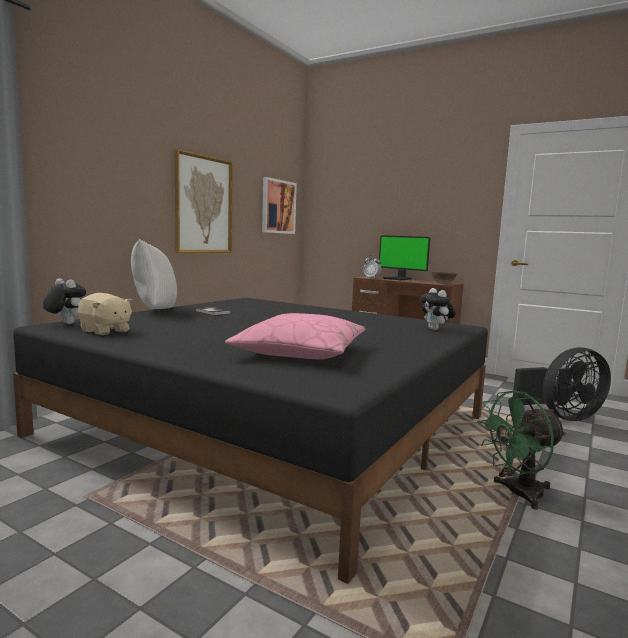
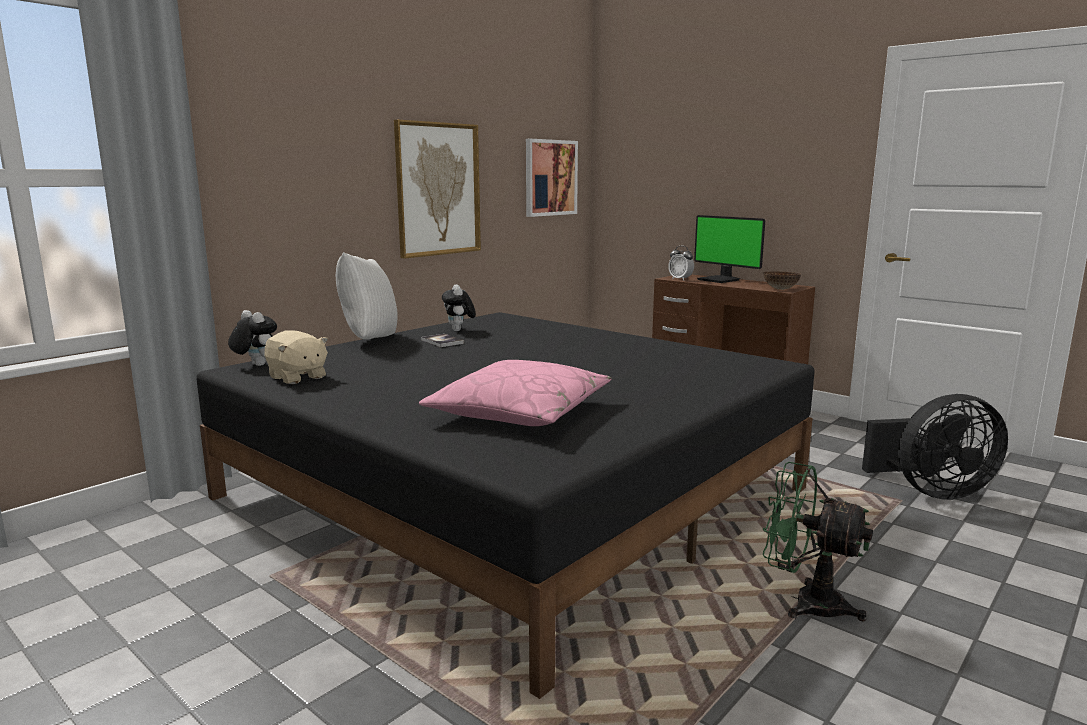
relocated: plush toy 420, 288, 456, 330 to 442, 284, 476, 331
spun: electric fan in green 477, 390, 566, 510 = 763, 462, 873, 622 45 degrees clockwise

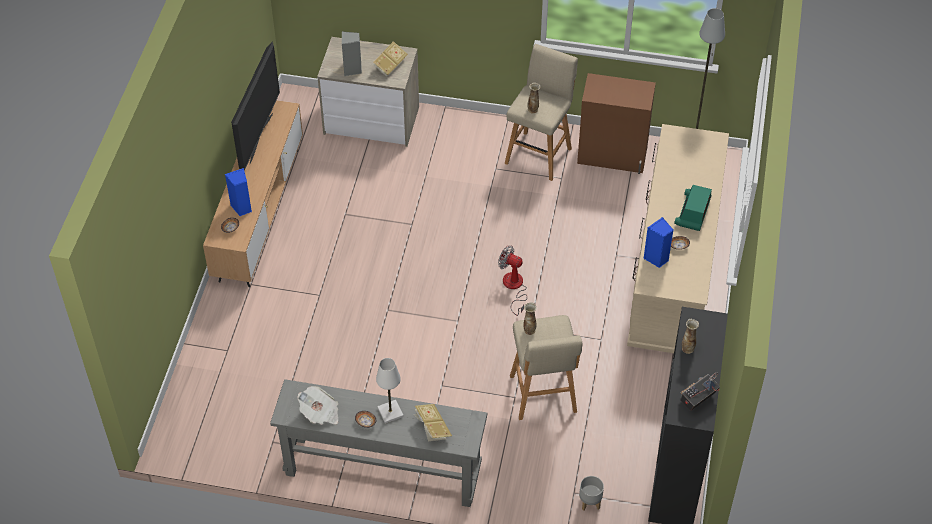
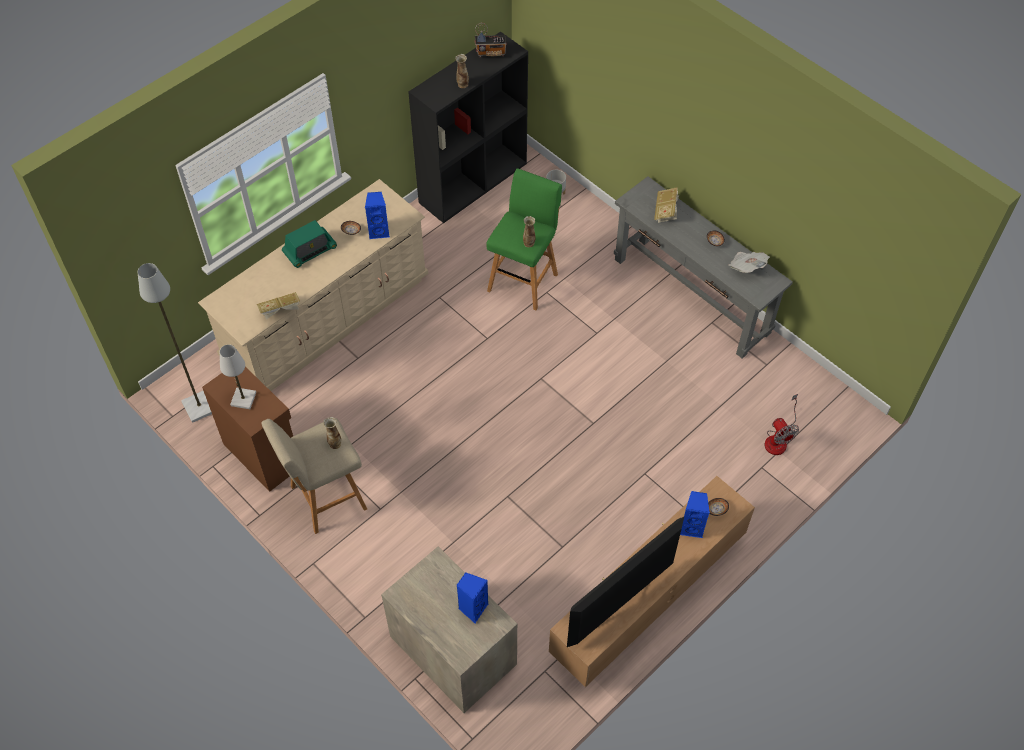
relocated: lamp for a table in white 376, 358, 404, 424 to 220, 344, 256, 409; book 373, 41, 408, 77 to 257, 292, 300, 319; electric fan 498, 245, 527, 316 to 765, 394, 799, 455
colour: audio speaker in grey 342, 31, 362, 76 to audio speaker in blue-coloured 457, 572, 488, 623; stool in beige 510, 315, 582, 420 to stool in green 486, 168, 562, 310

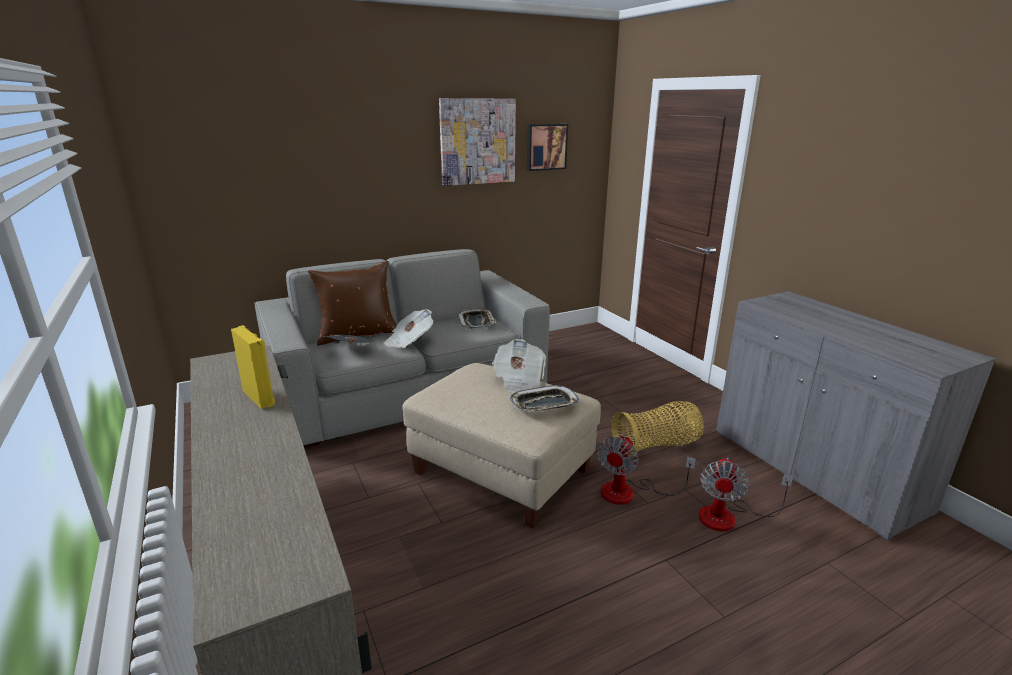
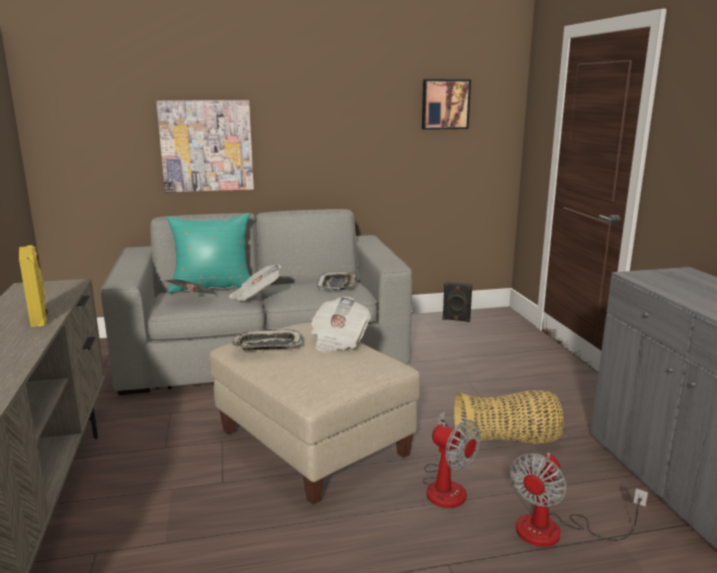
appeared: audio speaker in black 442, 282, 472, 322
relocated: wall art 439, 98, 516, 186 to 156, 100, 254, 192; serving tray 510, 385, 579, 412 to 231, 329, 303, 350
colour: cushion in brown 308, 261, 397, 346 to cushion in turquoise 167, 213, 250, 293
spun: electric fan 596, 435, 696, 505 = 422, 411, 481, 508 90 degrees counterclockwise

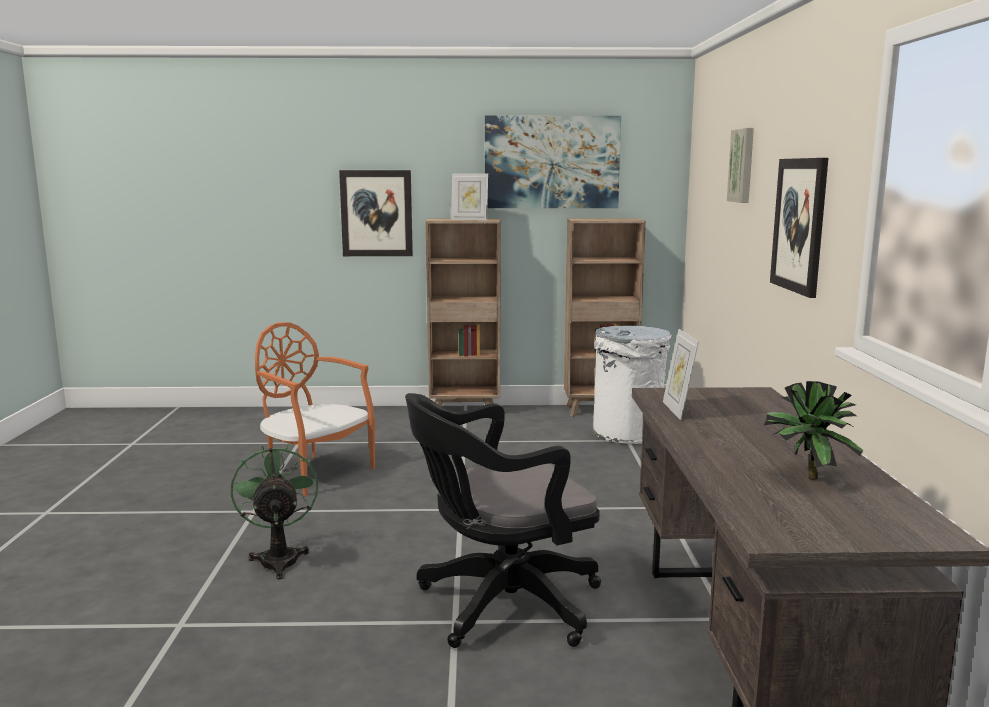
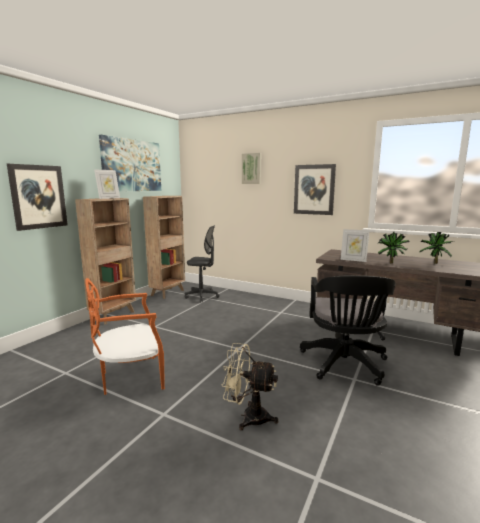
appeared: houseplant 378, 232, 409, 264
exchanged: rubbish bin in white 593, 326, 671, 444 to office chair in grey 185, 225, 220, 302
colour: electric fan in green 231, 445, 318, 580 to electric fan in beige 222, 343, 278, 430

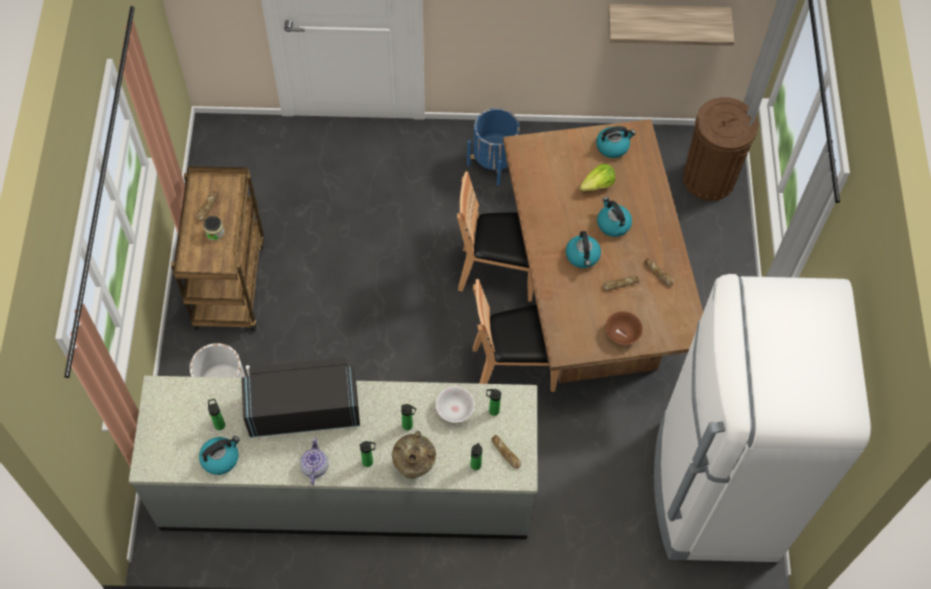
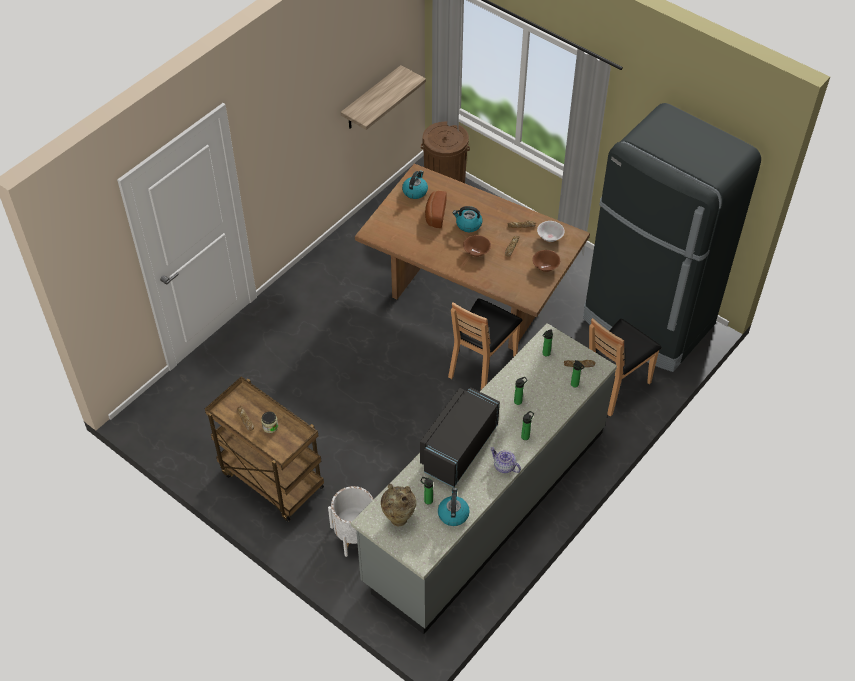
missing: plant pot in blue-coloured 467, 108, 520, 186
relocated: flower vase in beige 392, 431, 436, 479 to 381, 484, 416, 526; serving bowl in white 435, 386, 475, 423 to 537, 221, 565, 242; plain chair in brown 457, 171, 533, 302 to 589, 318, 662, 416
exchanged: lettuce head 579, 164, 615, 191 to baked bread 425, 191, 447, 228; water kettle 566, 231, 601, 268 to serving bowl in brown 463, 235, 491, 257
colour: kitchen fridge in white 654, 274, 871, 562 to kitchen fridge in black 583, 103, 761, 372

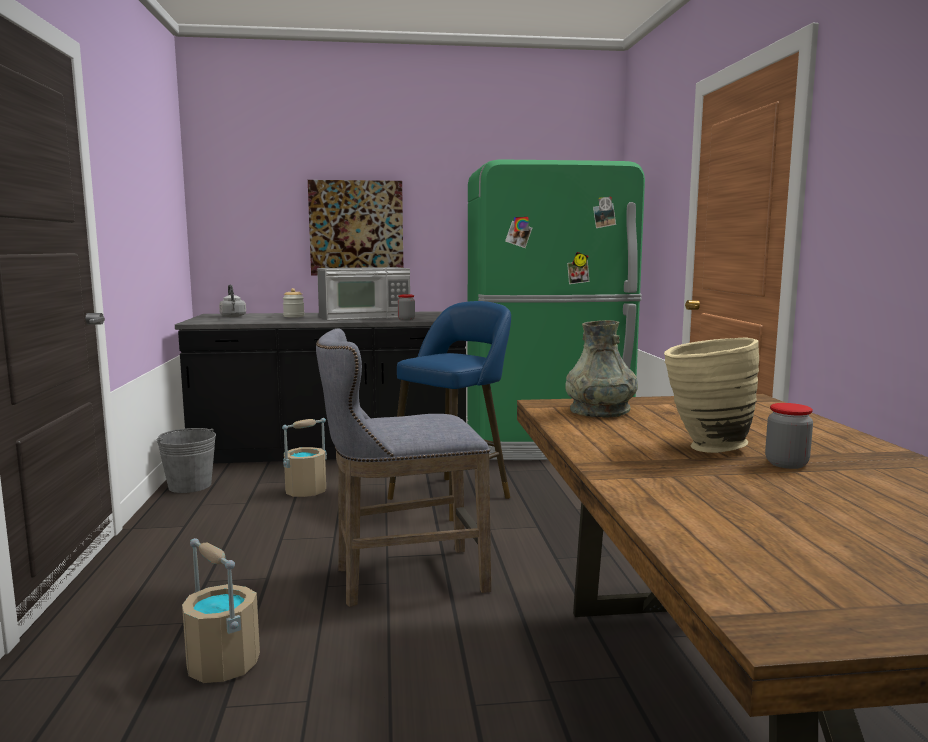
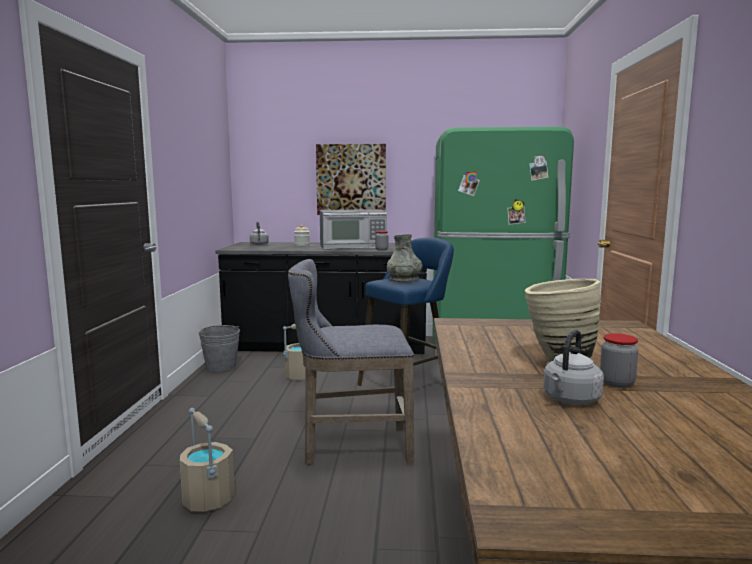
appeared: water kettle in grey 543, 330, 604, 405
relocated: flower vase in grey 565, 320, 638, 418 to 387, 234, 422, 282

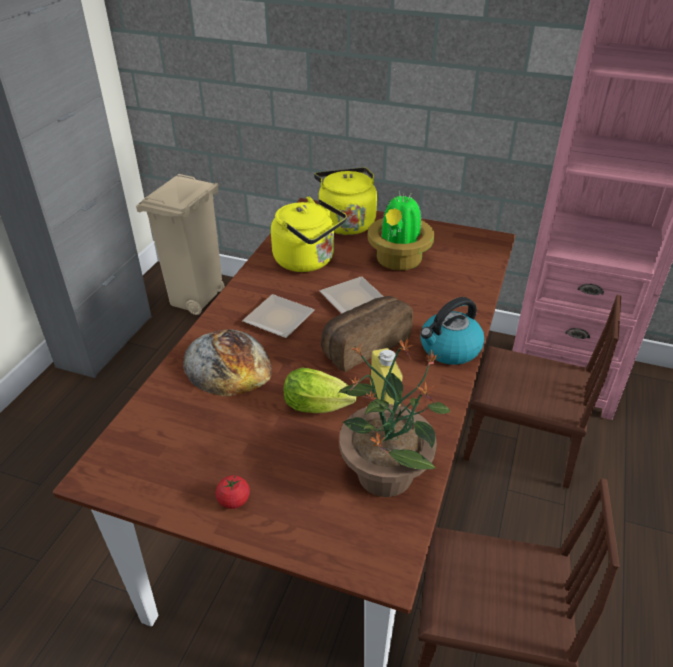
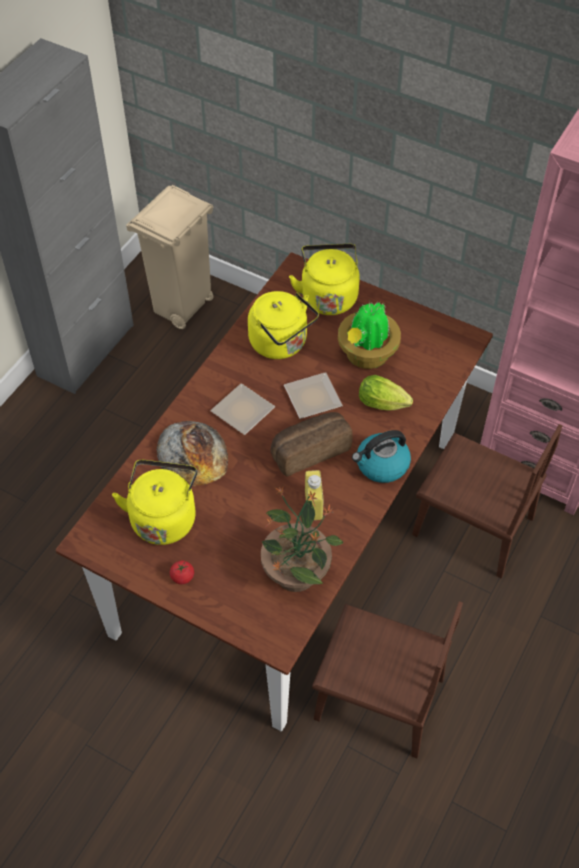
appeared: water kettle in yellowish 112, 460, 197, 545
relocated: lettuce head 283, 368, 357, 413 to 359, 375, 413, 411

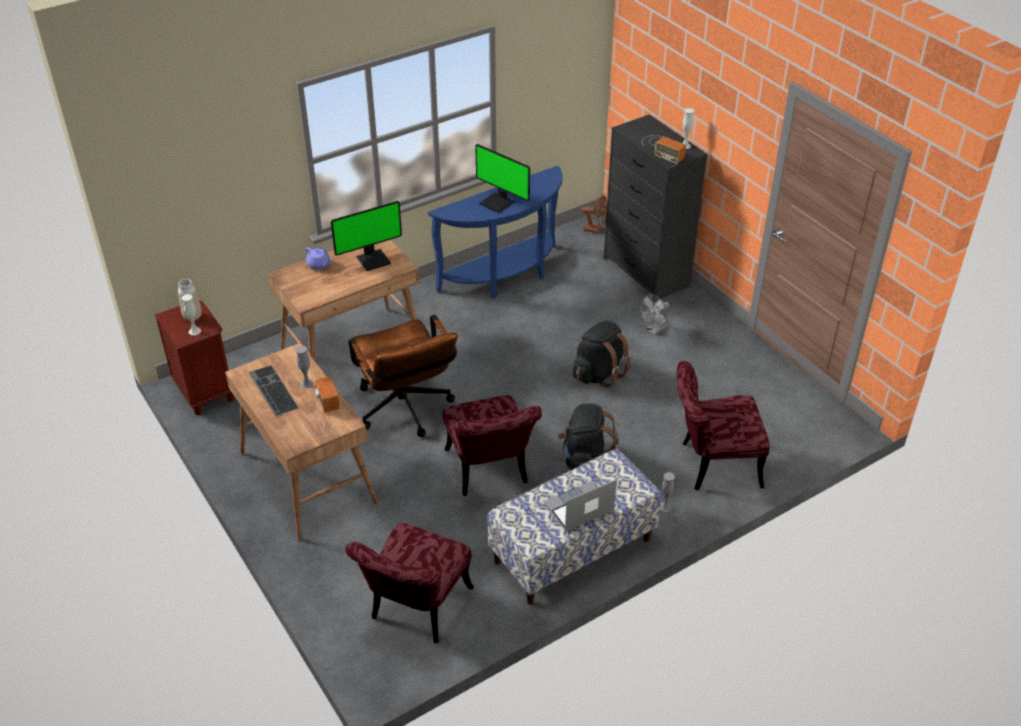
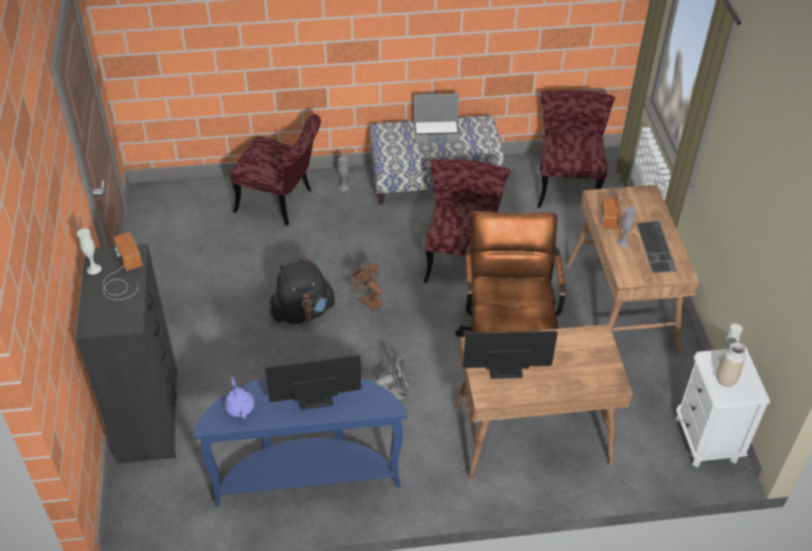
missing: backpack in black 558, 403, 618, 470
relocated: teapot in purplish 306, 247, 330, 269 to 224, 377, 255, 419; electric fan in brown 582, 195, 607, 234 to 350, 263, 383, 311; electric fan in grey 640, 294, 670, 336 to 376, 355, 413, 400
colour: night table in brown 155, 301, 234, 415 to night table in white 676, 347, 770, 468
spun: monitor 475, 144, 530, 213 = 265, 355, 361, 410 75 degrees counterclockwise; plain chair in reddish 345, 523, 474, 643 = 537, 90, 615, 208 45 degrees counterclockwise

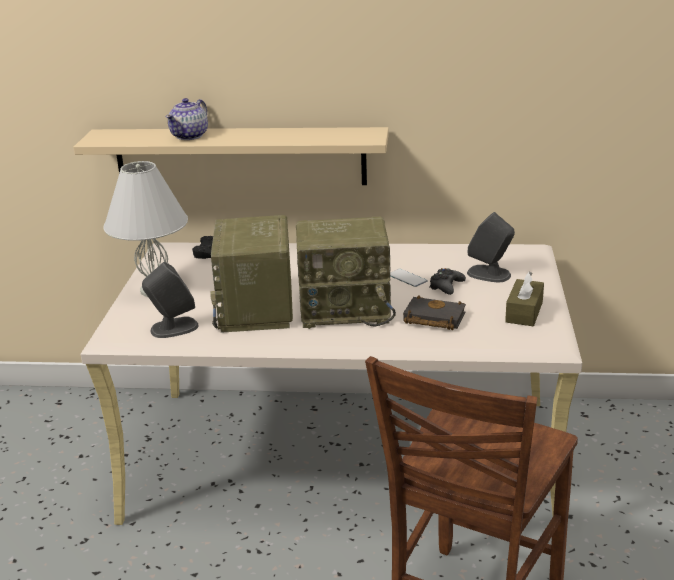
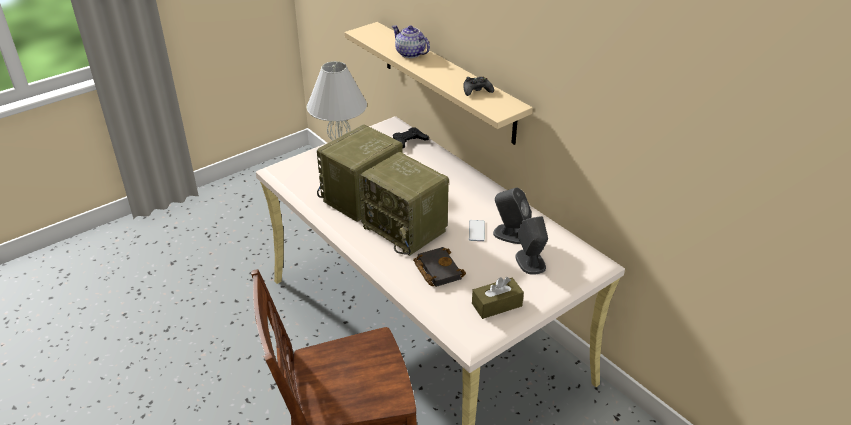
relocated: gamepad in black 430, 268, 466, 295 to 463, 77, 494, 96; audio speaker in grey 142, 262, 199, 338 to 493, 187, 532, 244
spun: teapot 166, 98, 208, 140 = 392, 25, 430, 58 60 degrees clockwise

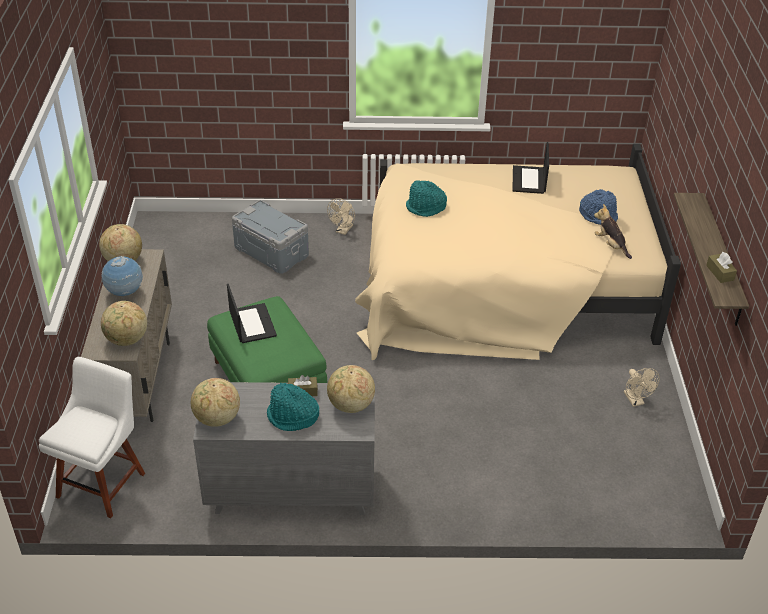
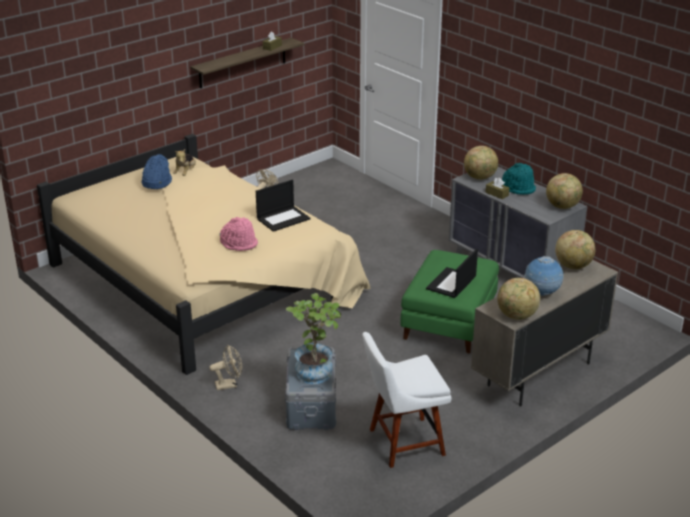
appeared: houseplant 286, 293, 341, 384
relocated: portable computer 512, 142, 549, 194 to 256, 180, 310, 232; plain chair in white 39, 357, 145, 518 to 362, 332, 452, 468
colour: clothing hat in turquoise 406, 180, 447, 217 to clothing hat in pink-coloured 220, 217, 258, 251

